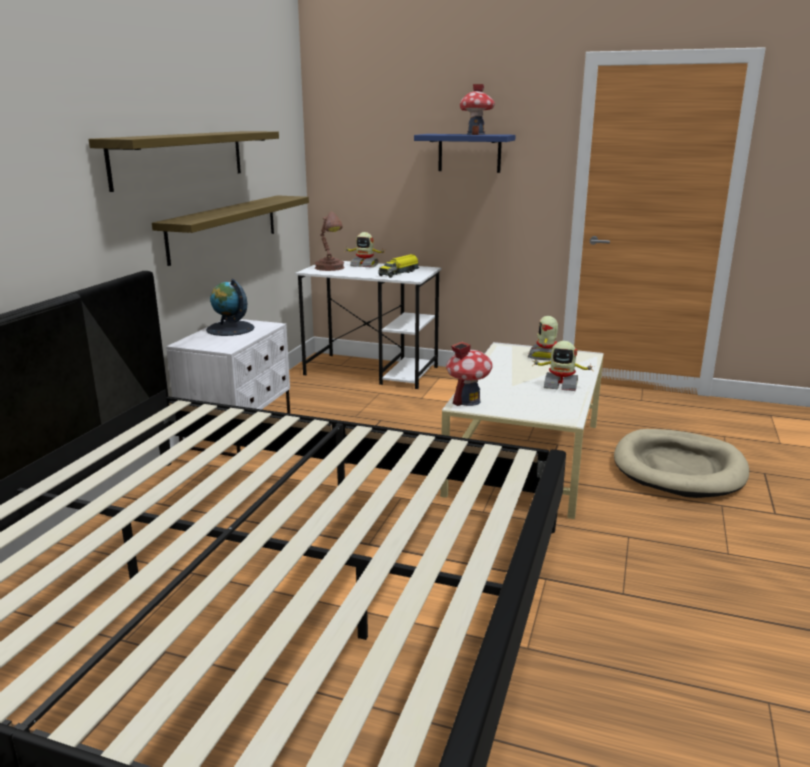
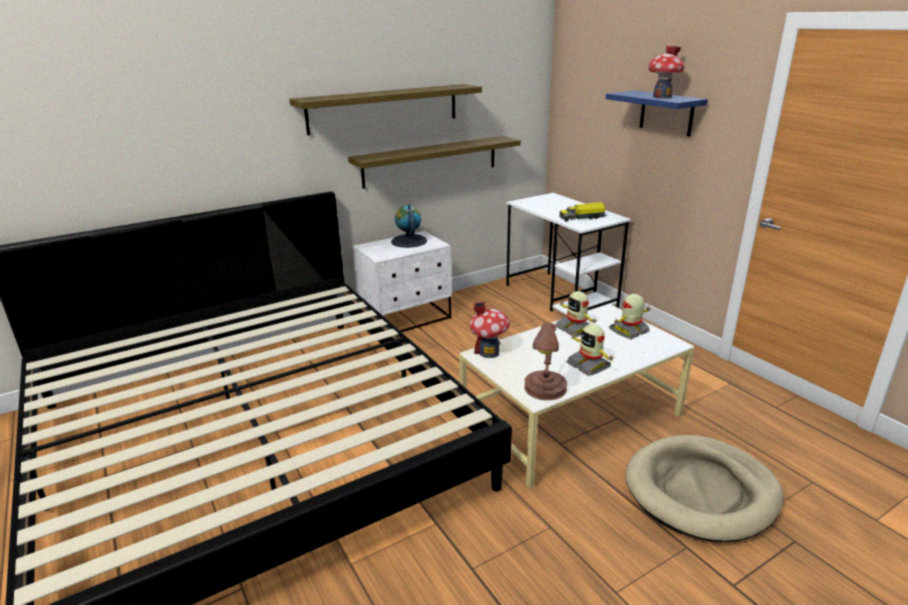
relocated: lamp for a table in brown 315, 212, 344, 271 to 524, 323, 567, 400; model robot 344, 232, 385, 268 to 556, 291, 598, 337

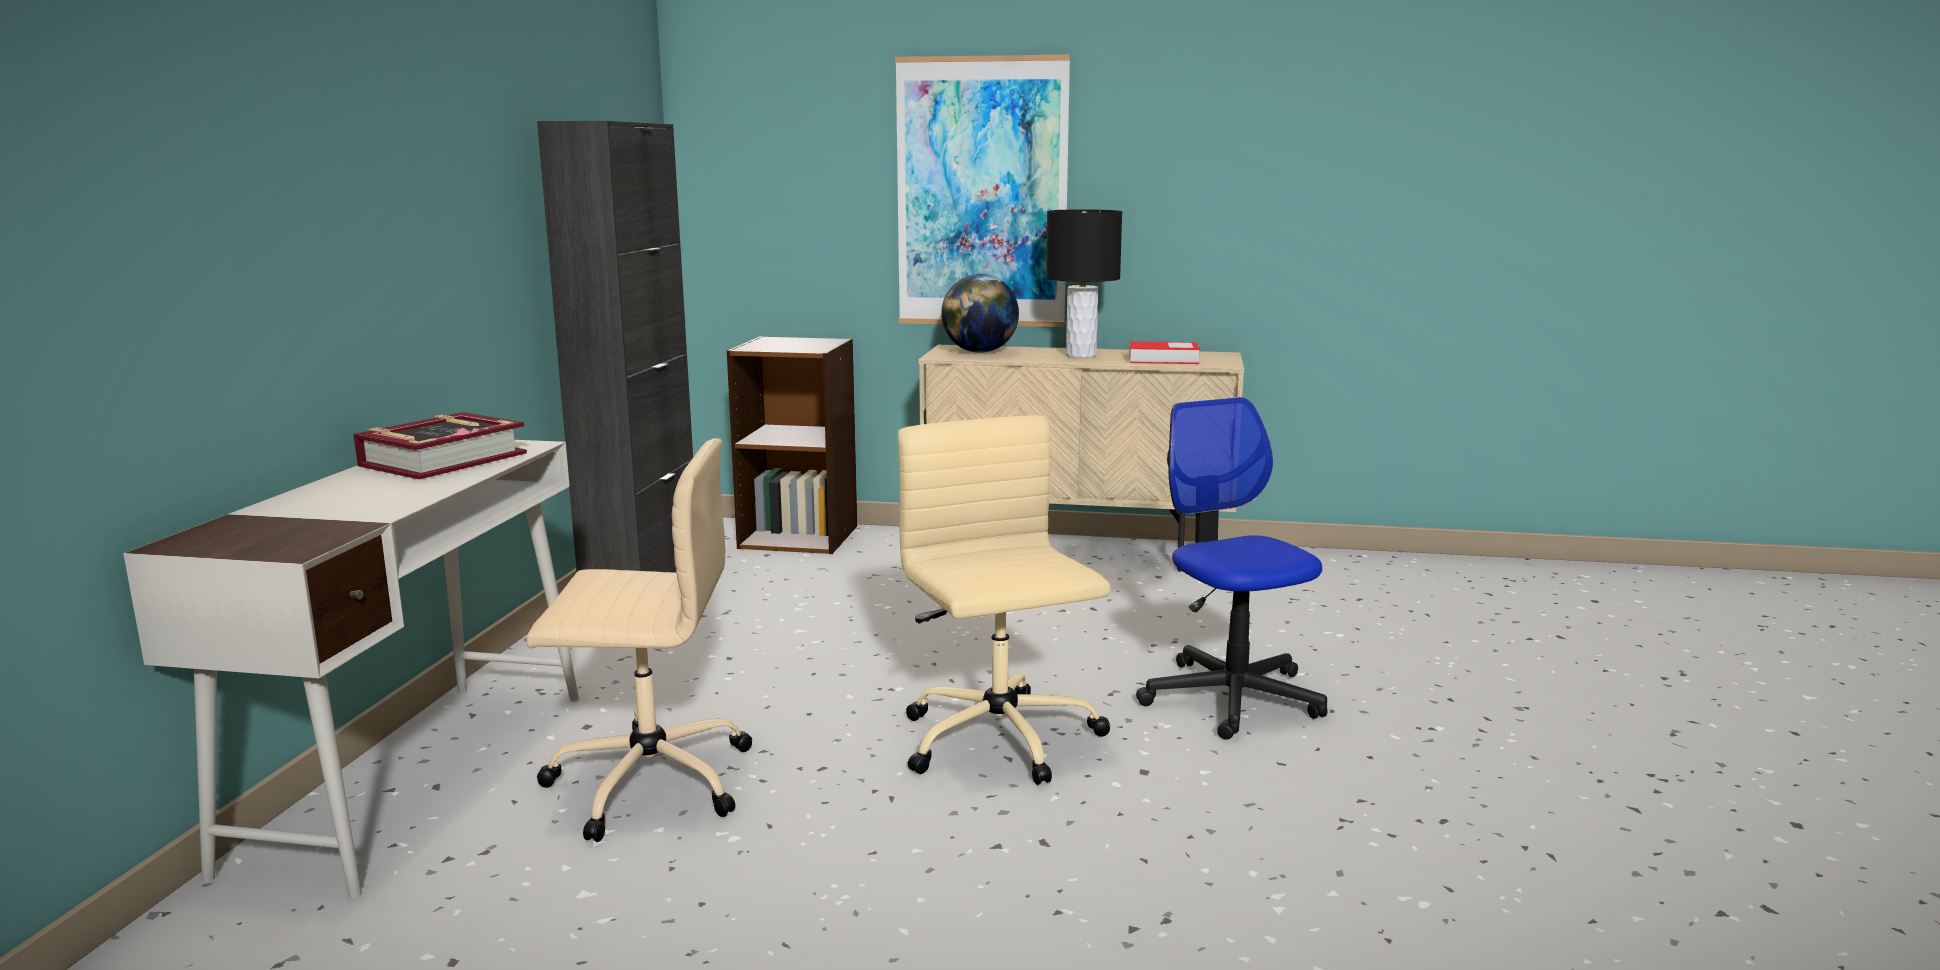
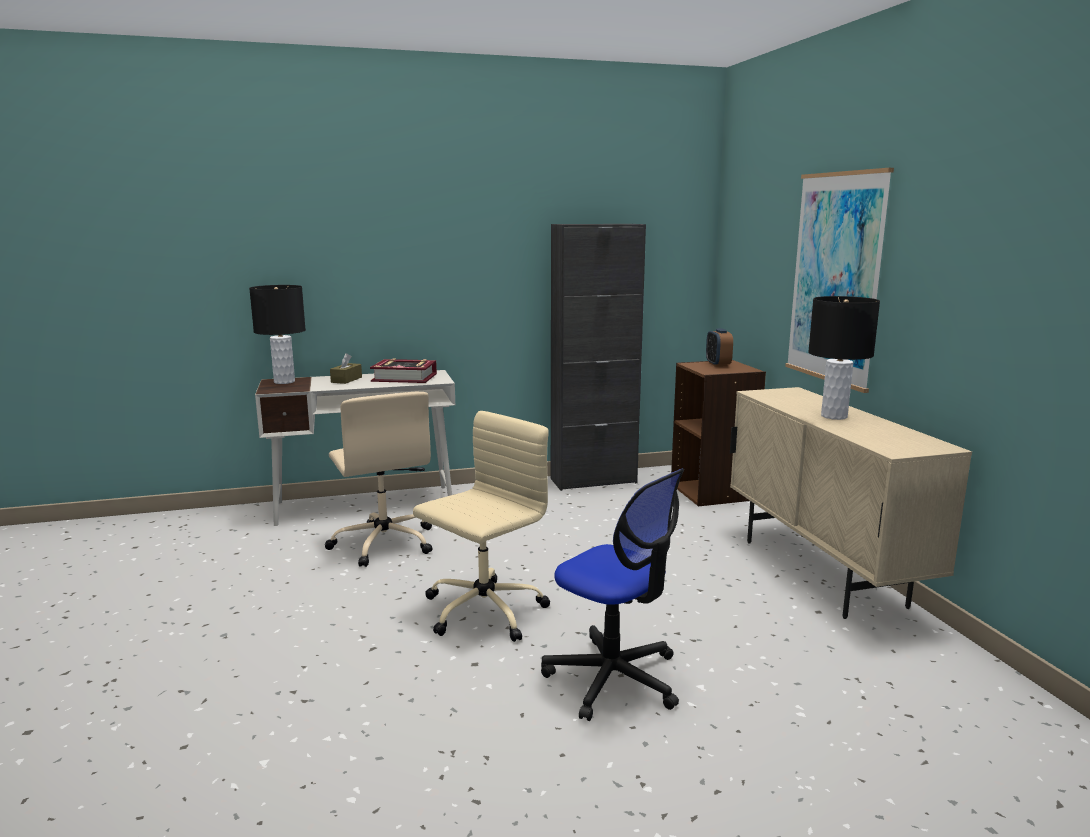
missing: world globe 941, 274, 1019, 353; book 1129, 341, 1200, 364
appeared: lamp for a table in black 249, 285, 306, 384; tissue holder in brown 330, 353, 362, 384; alarm clock 706, 328, 733, 367
spun: office chair 1136, 397, 1327, 740 = 541, 469, 684, 721 90 degrees clockwise

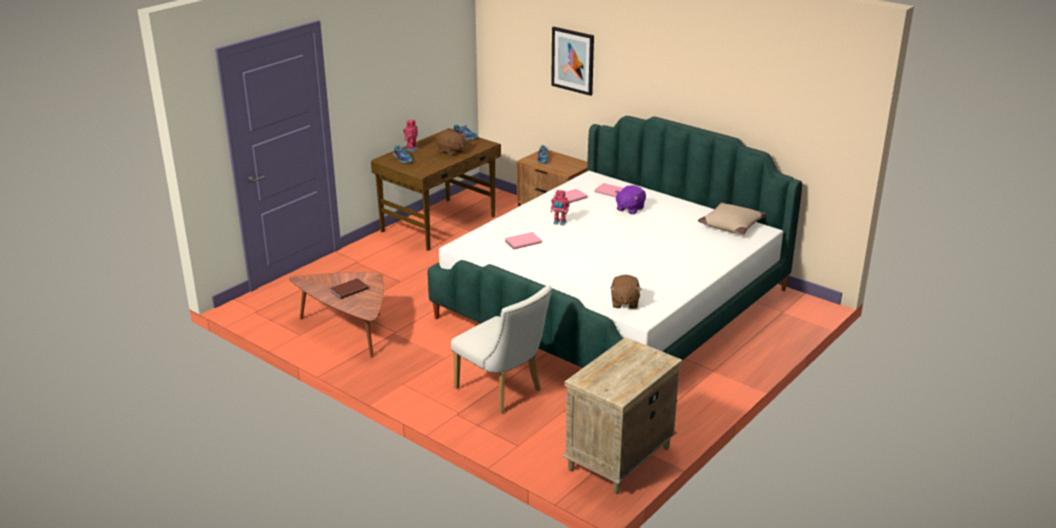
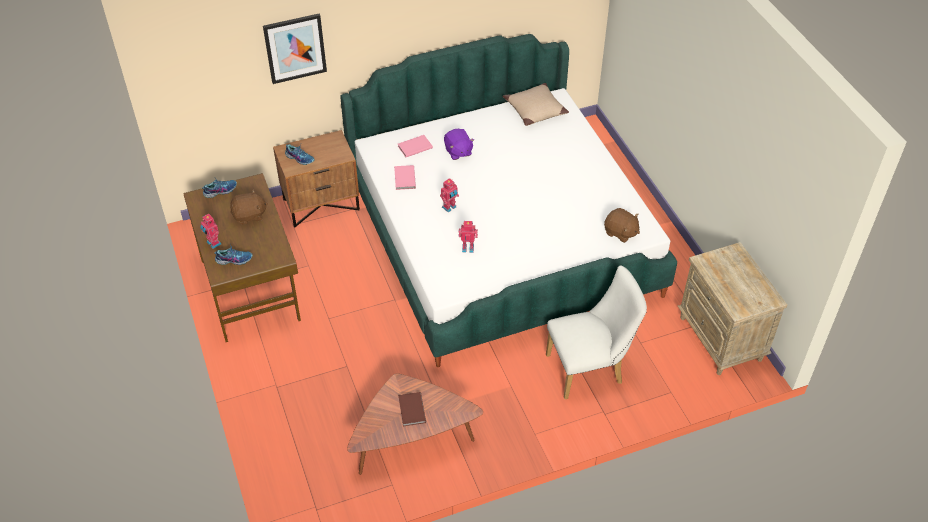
exchanged: book in pink-coloured 505, 232, 542, 250 to model robot 458, 221, 478, 253

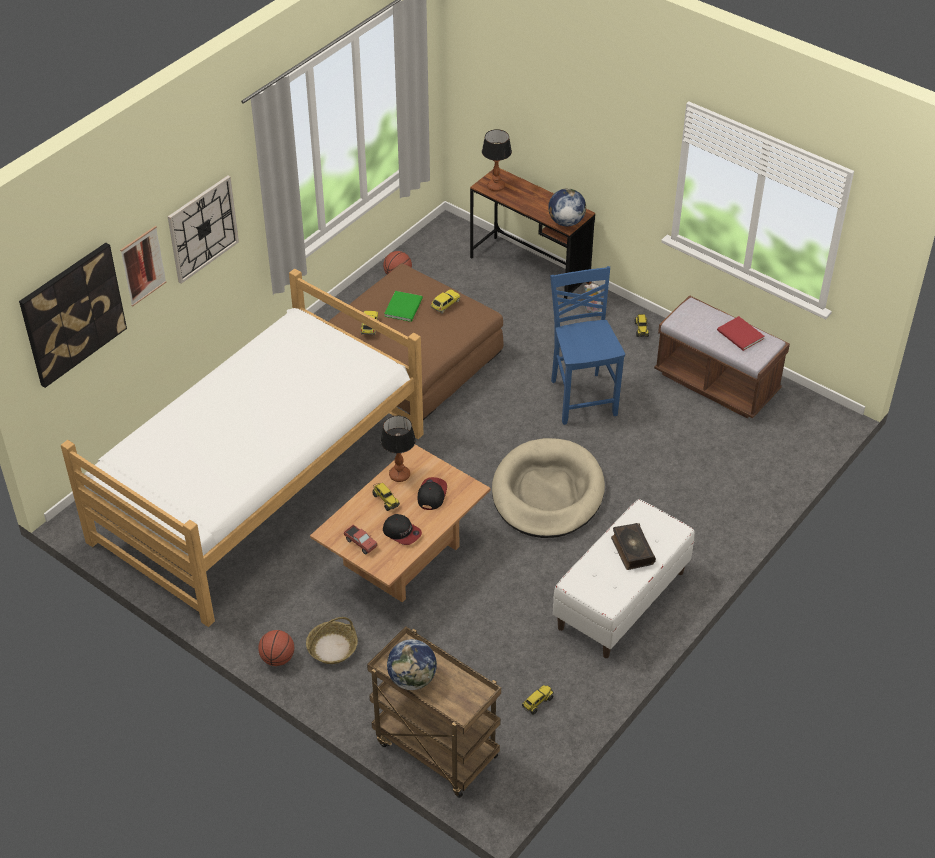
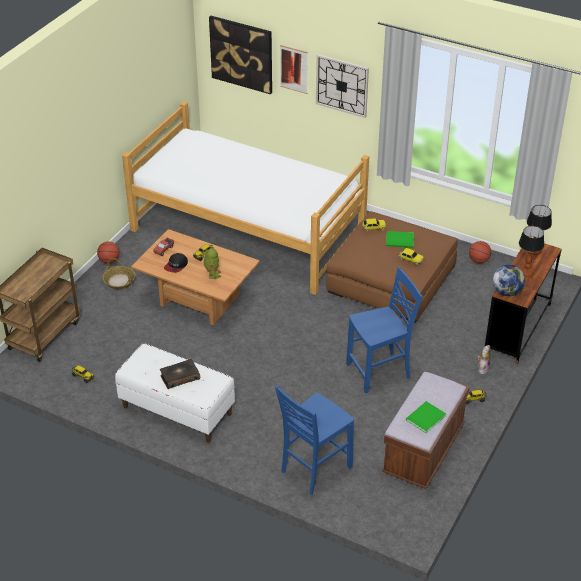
missing: world globe 387, 639, 437, 690; pet bed in beige 492, 438, 605, 538
appeared: plain chair in blue-coloured 275, 385, 354, 495
relocated: lamp for a table 381, 416, 416, 482 to 519, 226, 544, 277
exchanged: baseball cap 418, 477, 447, 510 to model robot 203, 248, 221, 279
colour: book in reddish 717, 316, 764, 351 to book in green 406, 401, 446, 433

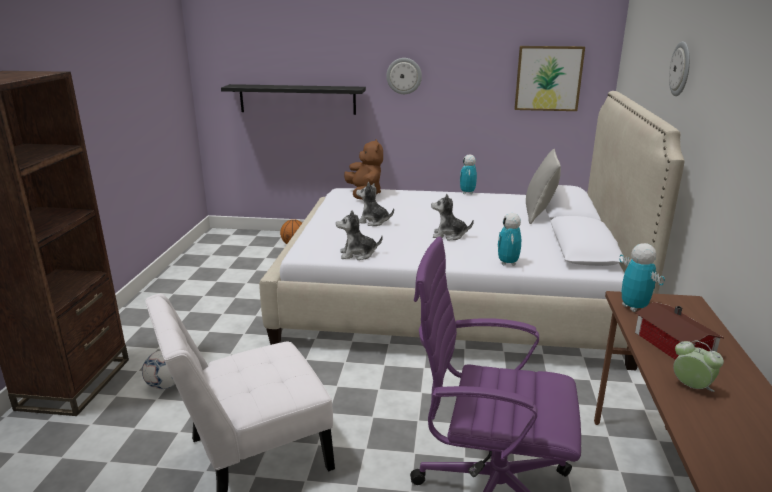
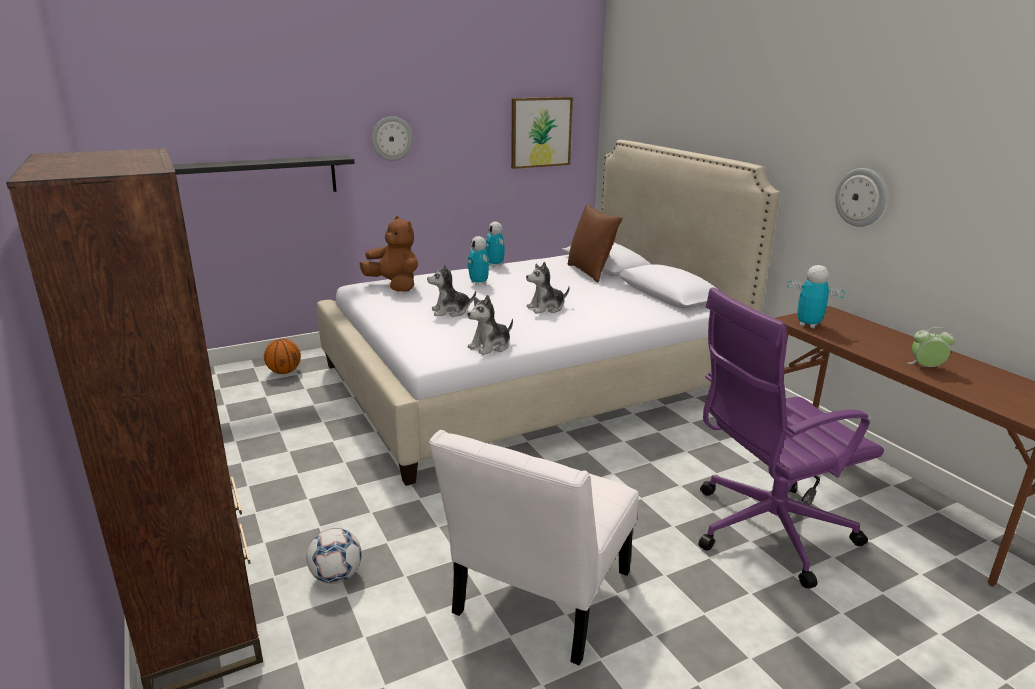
missing: toy house 635, 302, 724, 360
relocated: model robot 498, 213, 521, 266 to 467, 236, 489, 286; wall clock 669, 41, 690, 96 to 835, 168, 887, 227
colour: cushion in grey 526, 149, 561, 224 to cushion in brown 568, 203, 622, 283

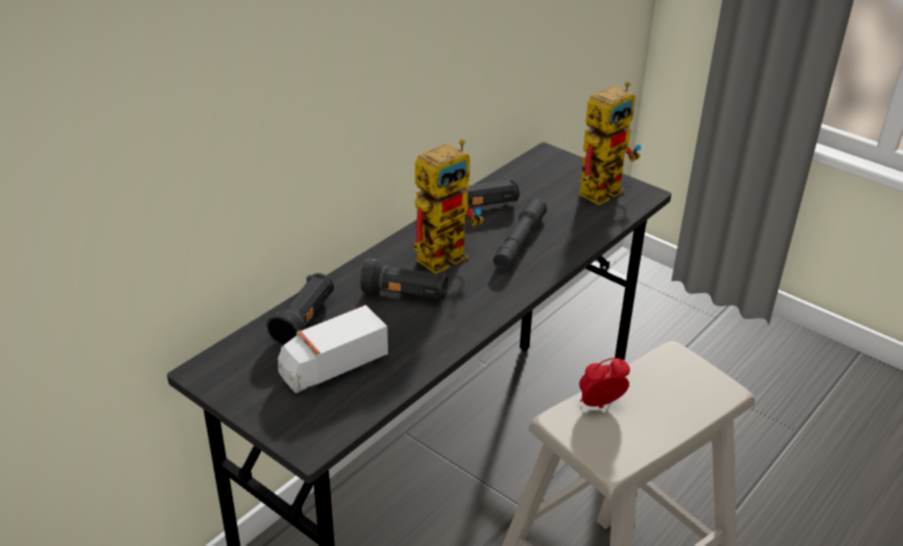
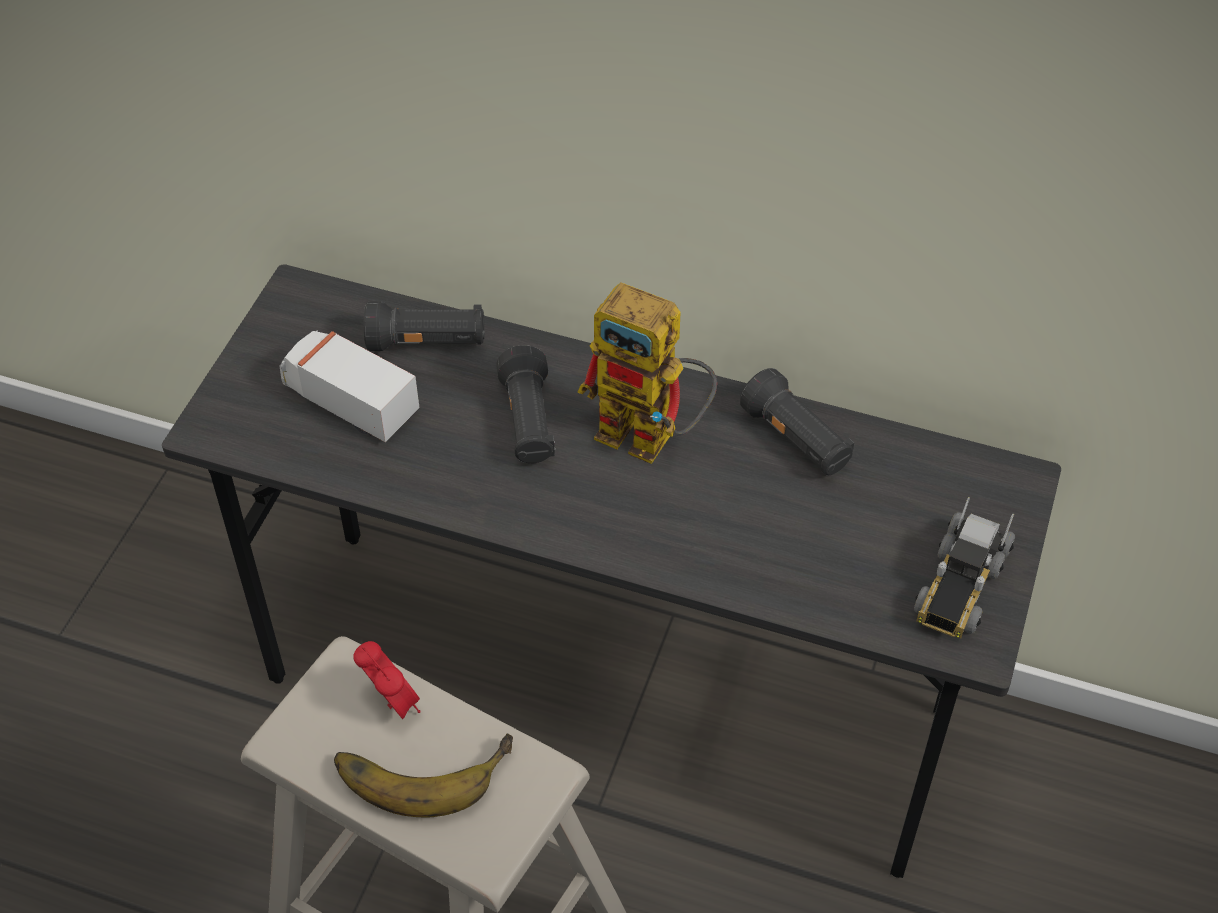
missing: hand torch in grey 493, 197, 547, 270
appeared: banana 334, 734, 513, 817
exchanged: model robot 579, 81, 641, 205 to model truck 914, 497, 1015, 638

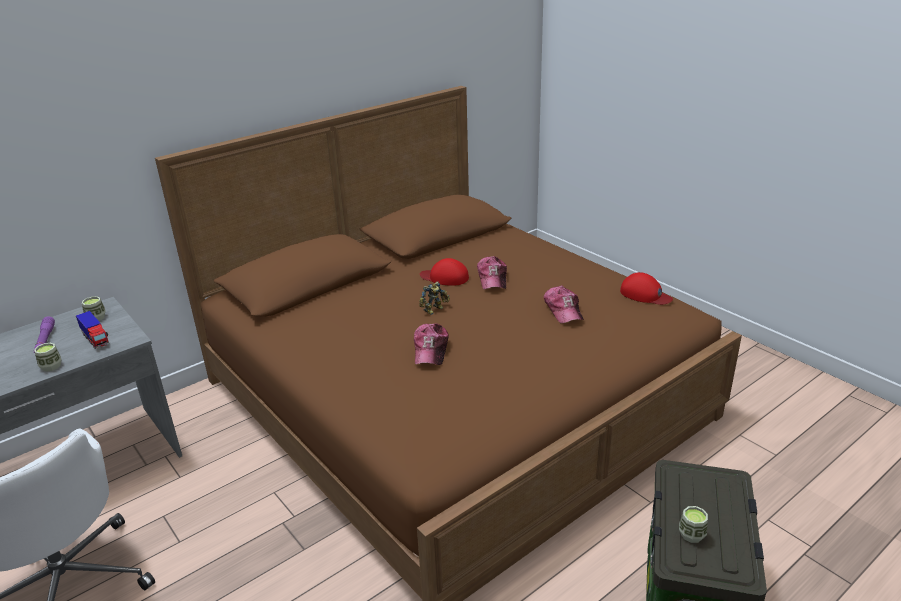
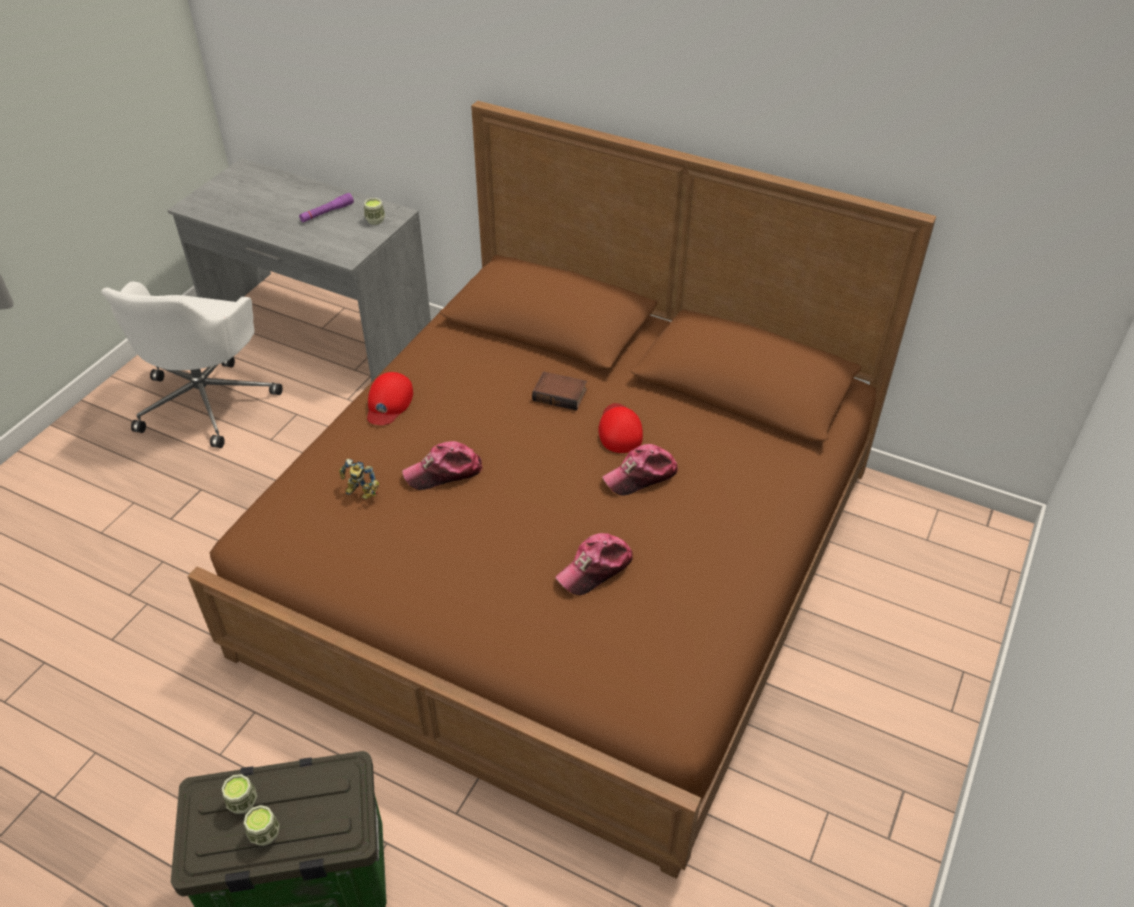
missing: model truck 76, 311, 109, 349
appeared: book 532, 372, 587, 411
relocated: cup 34, 343, 62, 372 to 244, 805, 280, 846; model robot 419, 281, 450, 315 to 339, 459, 379, 499; baseball cap in reddish 620, 272, 673, 305 to 367, 372, 413, 425

